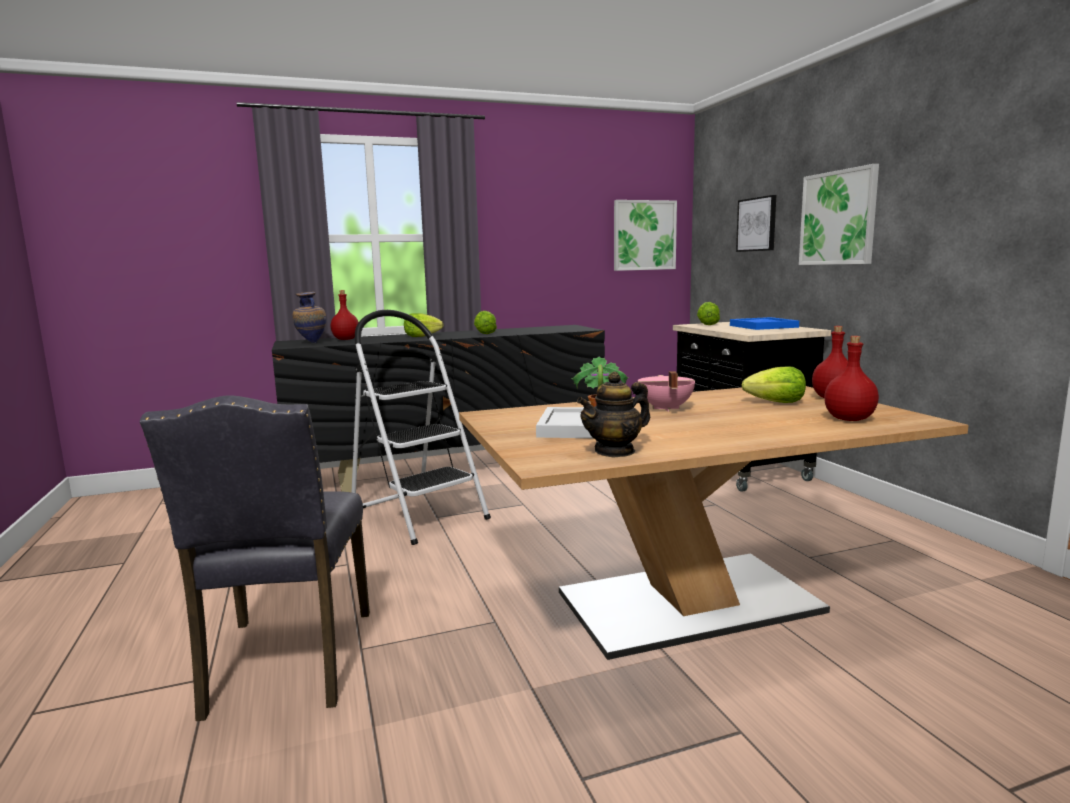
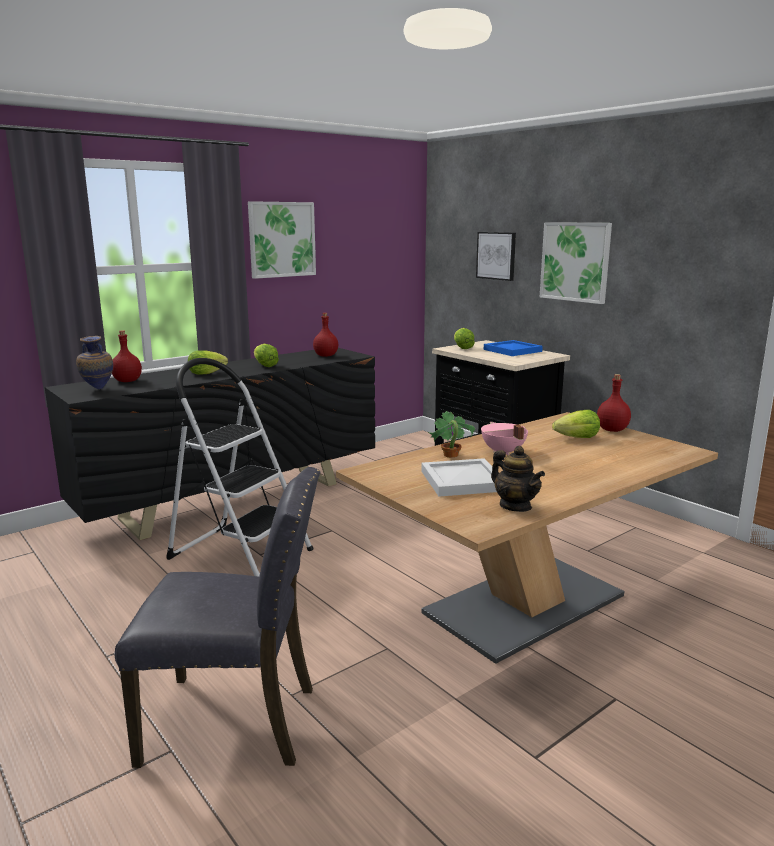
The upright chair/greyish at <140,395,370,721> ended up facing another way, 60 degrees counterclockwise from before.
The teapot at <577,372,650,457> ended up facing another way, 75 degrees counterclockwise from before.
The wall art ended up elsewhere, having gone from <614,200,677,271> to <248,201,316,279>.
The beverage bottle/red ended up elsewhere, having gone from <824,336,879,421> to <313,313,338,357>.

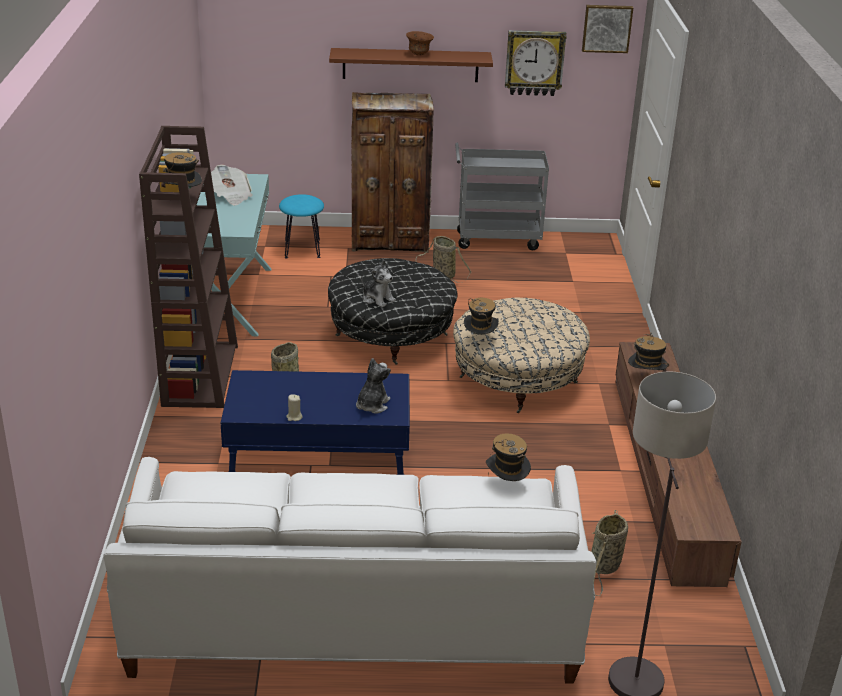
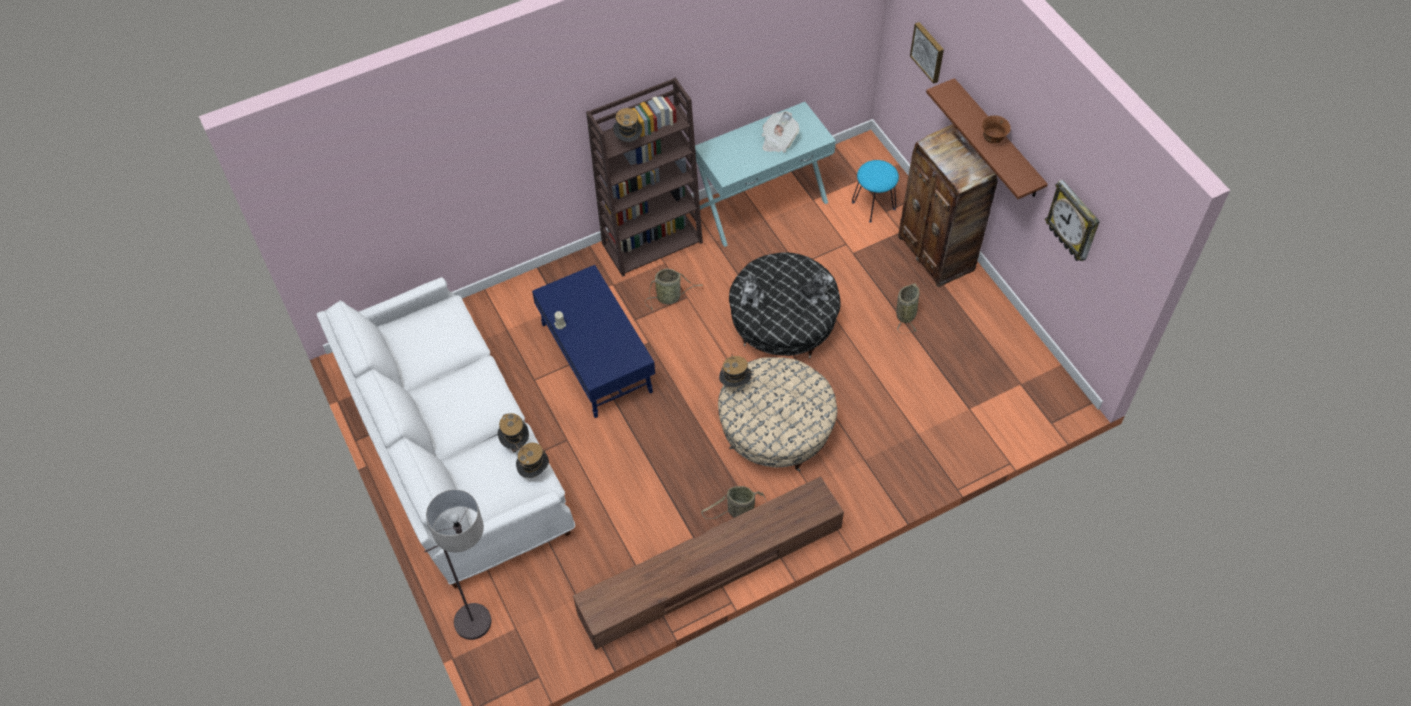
The cuddly toy ended up elsewhere, having gone from <356,358,391,414> to <796,269,833,304>.
The second view lost the trolley/greyish at <455,143,549,250>.
The wall art ended up elsewhere, having gone from <582,5,633,53> to <910,22,944,84>.
The storage basket ended up elsewhere, having gone from <591,510,628,596> to <701,486,767,519>.
The wearable hat ended up elsewhere, having gone from <628,332,669,372> to <498,413,529,452>.

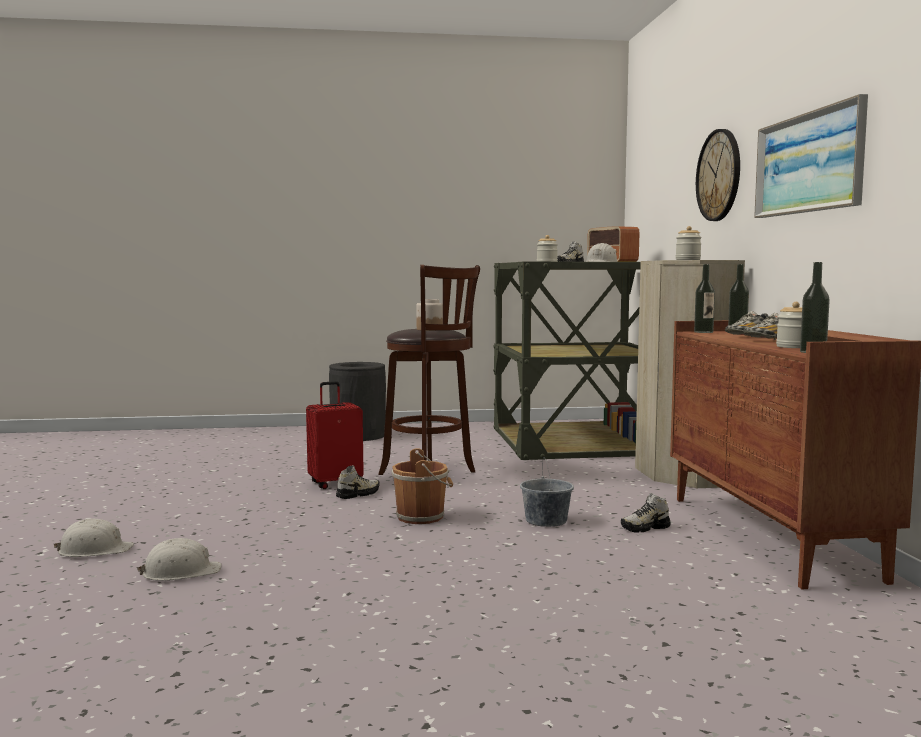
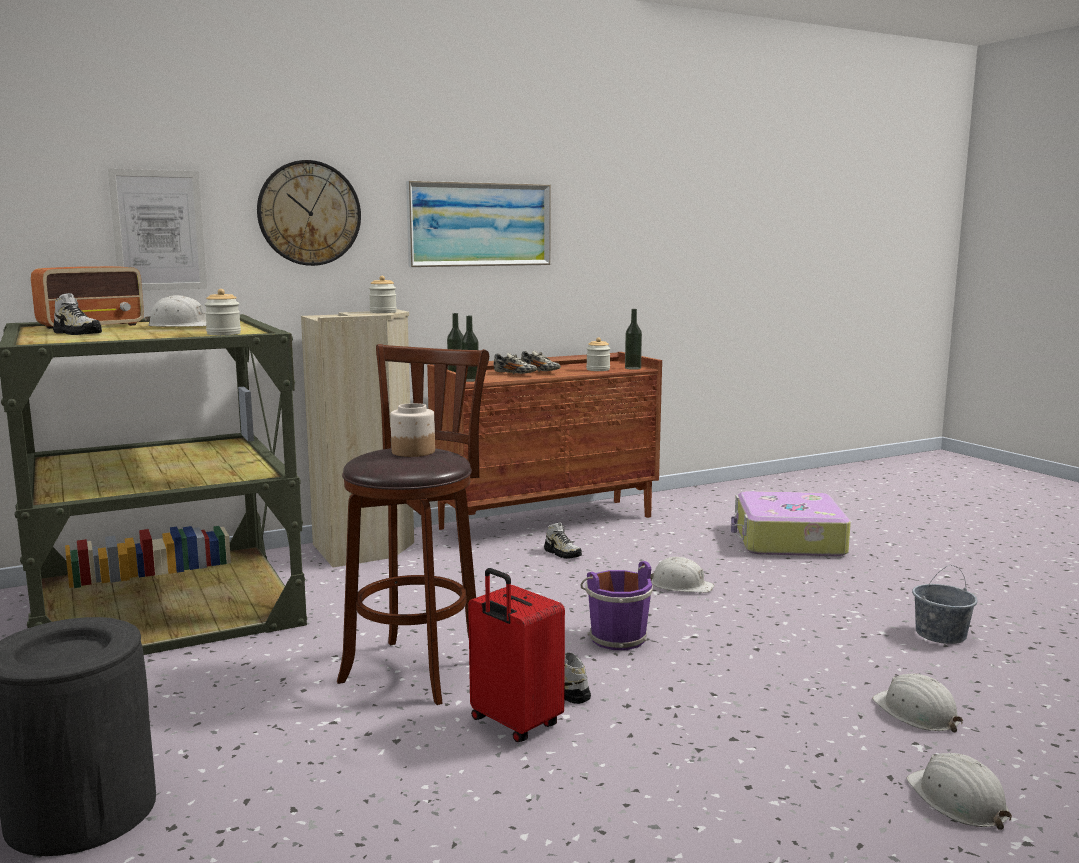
What was the water bucket/brownish at <392,448,453,524> turned into the water bucket/purplish at <580,561,653,650>.
The water bucket/greyish ended up elsewhere, having gone from <520,457,574,527> to <912,565,978,644>.
The second view gained the wall art at <108,169,207,290>.
The second view gained the safety helmet/white-coloured at <650,557,714,593>.
The second view gained the travel case at <731,491,851,556>.

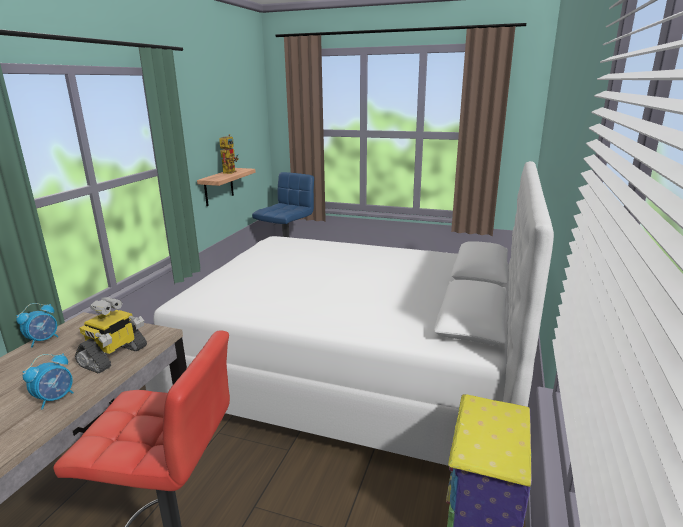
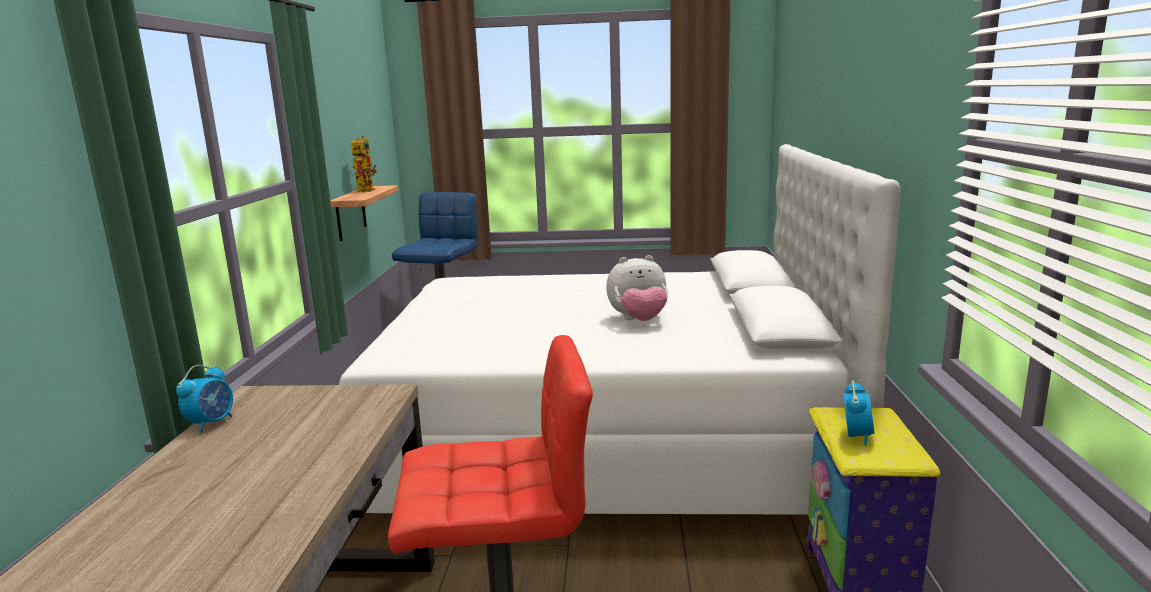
The table clock ended up elsewhere, having gone from <23,354,74,409> to <844,381,874,446>.
The second view lost the toy robot at <75,297,147,373>.
The second view gained the cuddly toy at <606,255,668,321>.

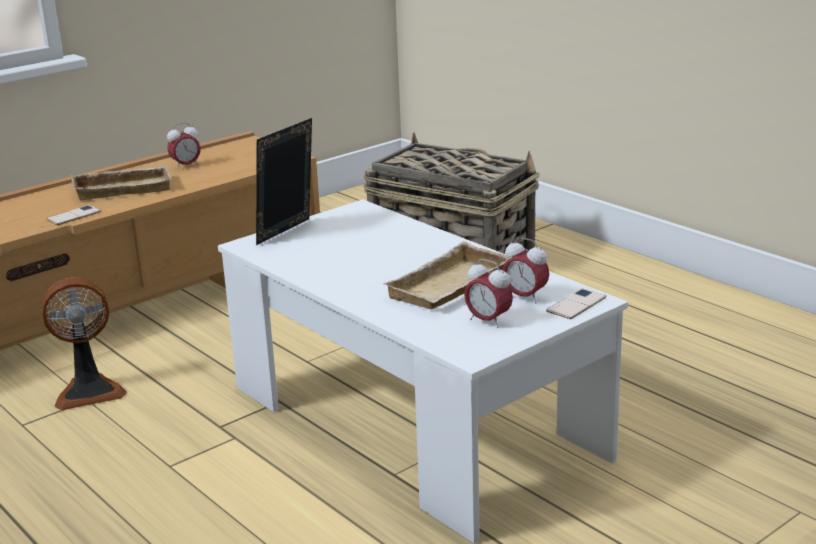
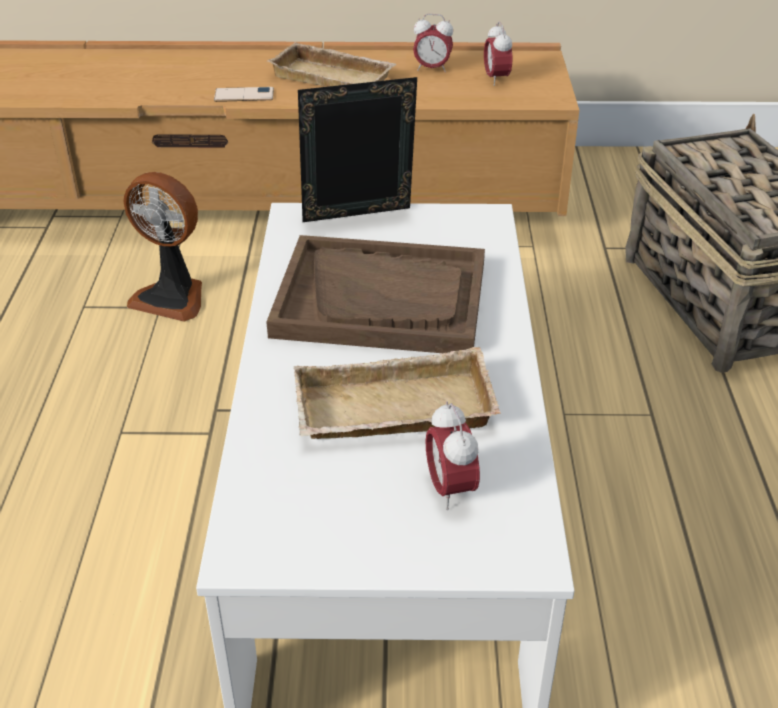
The table clock ended up elsewhere, having gone from <464,259,513,328> to <484,22,512,86>.
The second view lost the telephone at <546,288,606,319>.
The second view gained the tray/brownish at <266,235,485,354>.

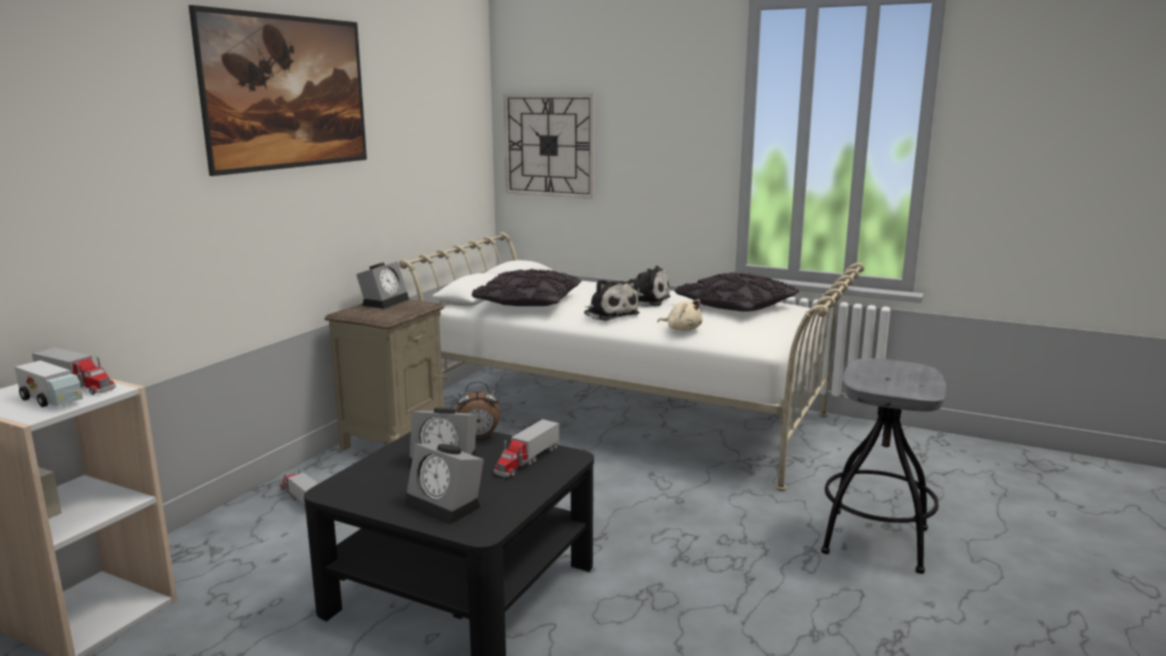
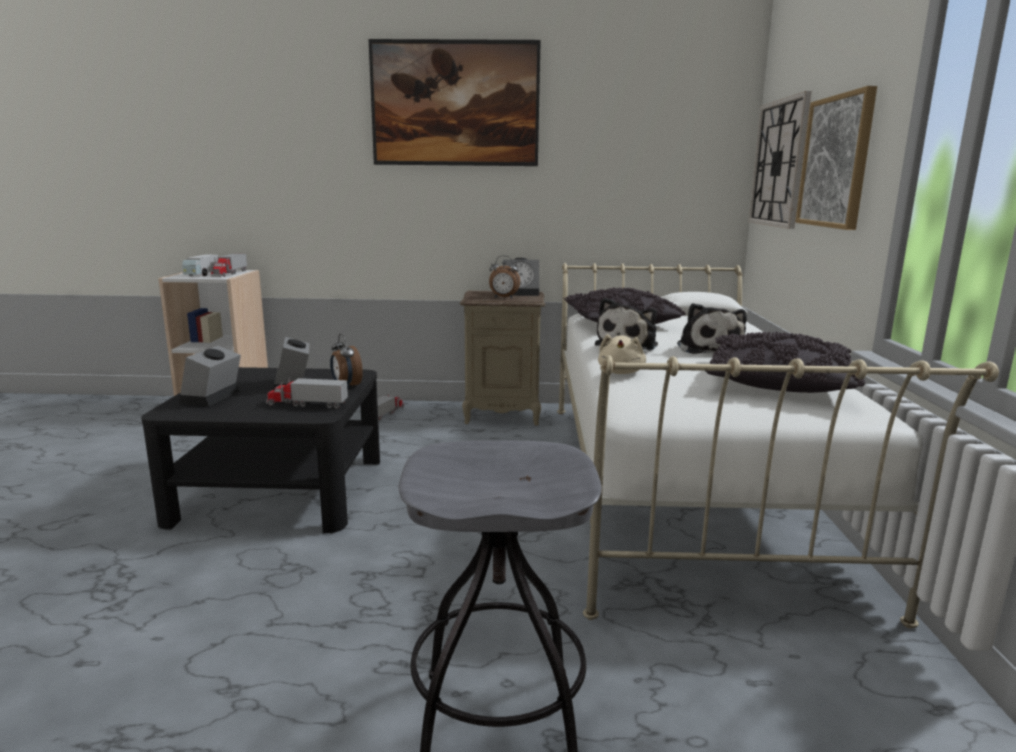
The second view gained the table clock at <489,255,520,298>.
The second view gained the wall art at <796,86,877,230>.

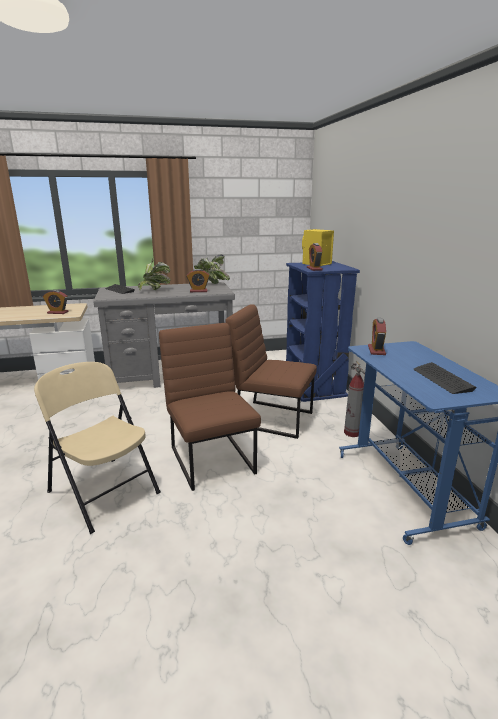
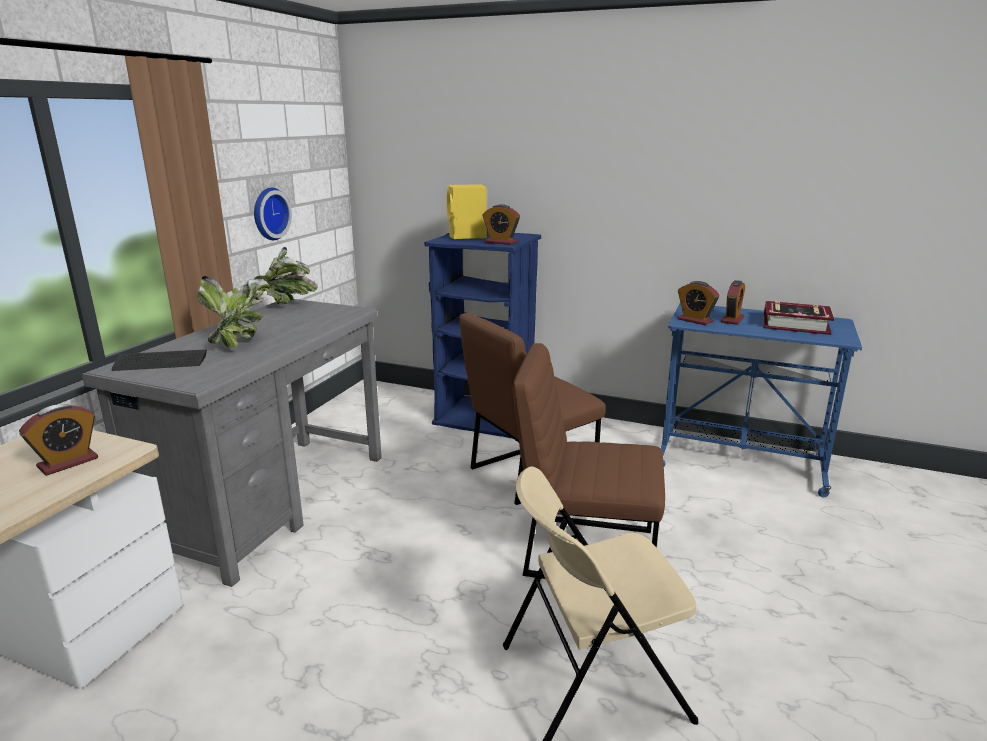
The table clock ended up elsewhere, having gone from <187,269,210,292> to <721,280,745,325>.
The second view lost the fire extinguisher at <344,361,365,437>.
Where the keyboard stood at <413,362,477,394>, the book came to stand at <763,301,834,335>.
The second view gained the wall clock at <254,188,292,240>.

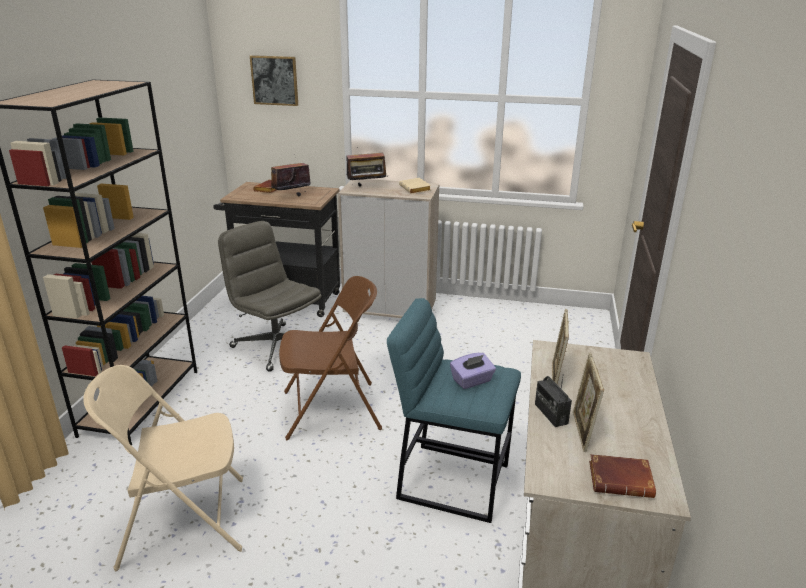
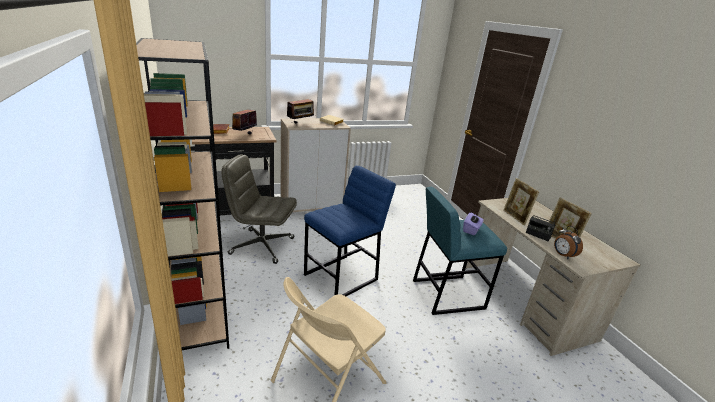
The second view lost the wall art at <250,55,298,106>.
Where the upright chair/brownish stood at <279,276,382,441>, the stool seat/blue-coloured came to stand at <304,166,396,296>.
The second view lost the book/brownish at <589,454,656,498>.
The second view gained the table clock at <554,226,583,259>.

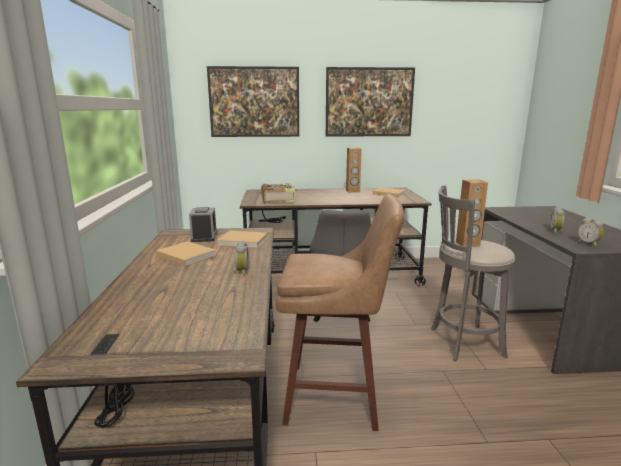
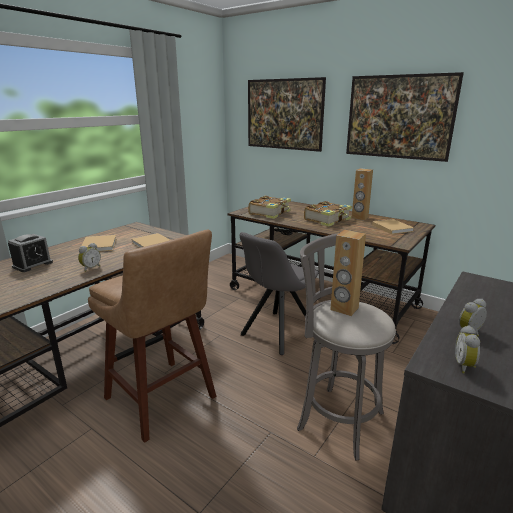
The table clock ended up elsewhere, having gone from <189,207,217,242> to <8,234,53,272>.
The second view gained the book at <304,201,352,227>.

